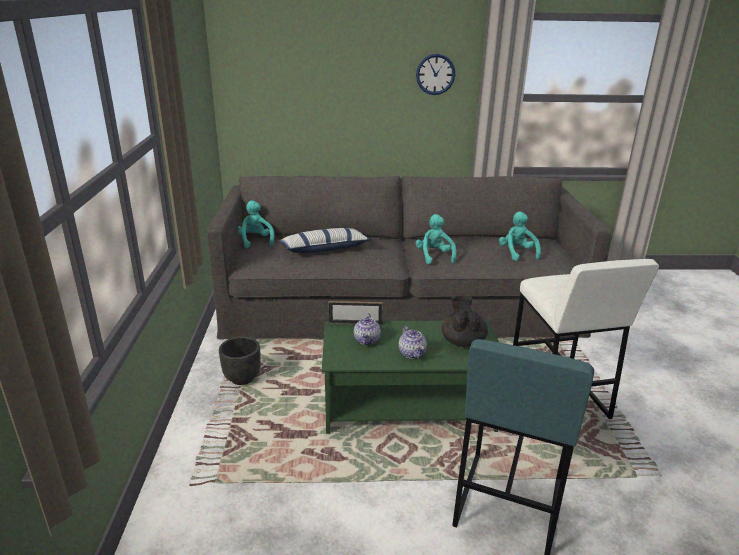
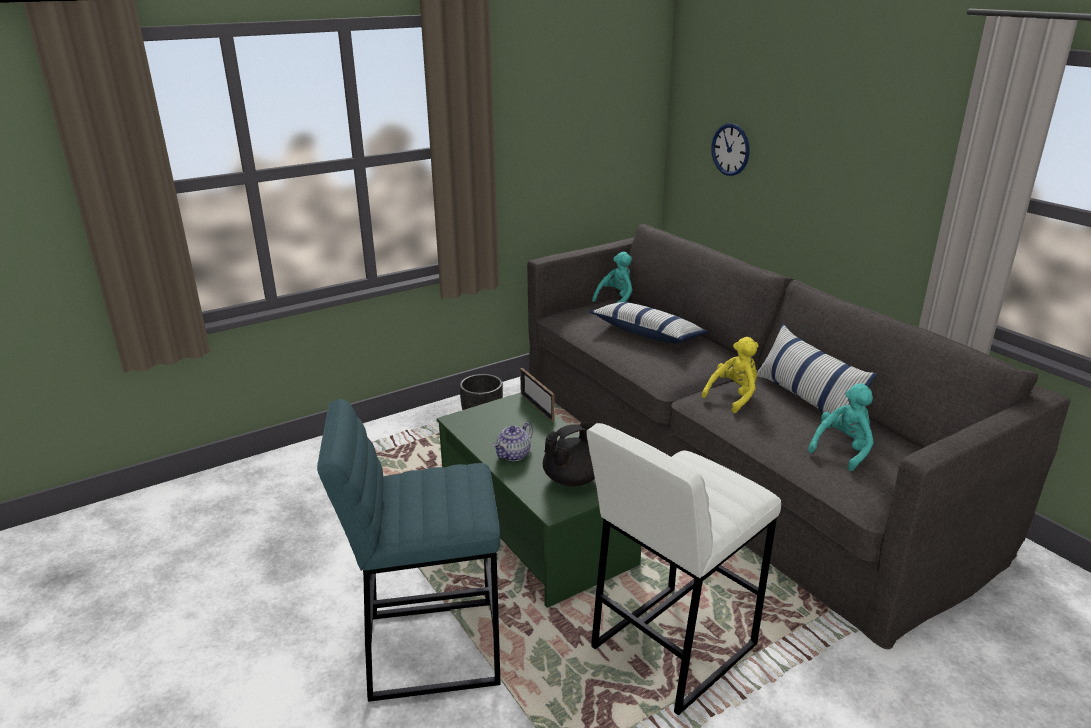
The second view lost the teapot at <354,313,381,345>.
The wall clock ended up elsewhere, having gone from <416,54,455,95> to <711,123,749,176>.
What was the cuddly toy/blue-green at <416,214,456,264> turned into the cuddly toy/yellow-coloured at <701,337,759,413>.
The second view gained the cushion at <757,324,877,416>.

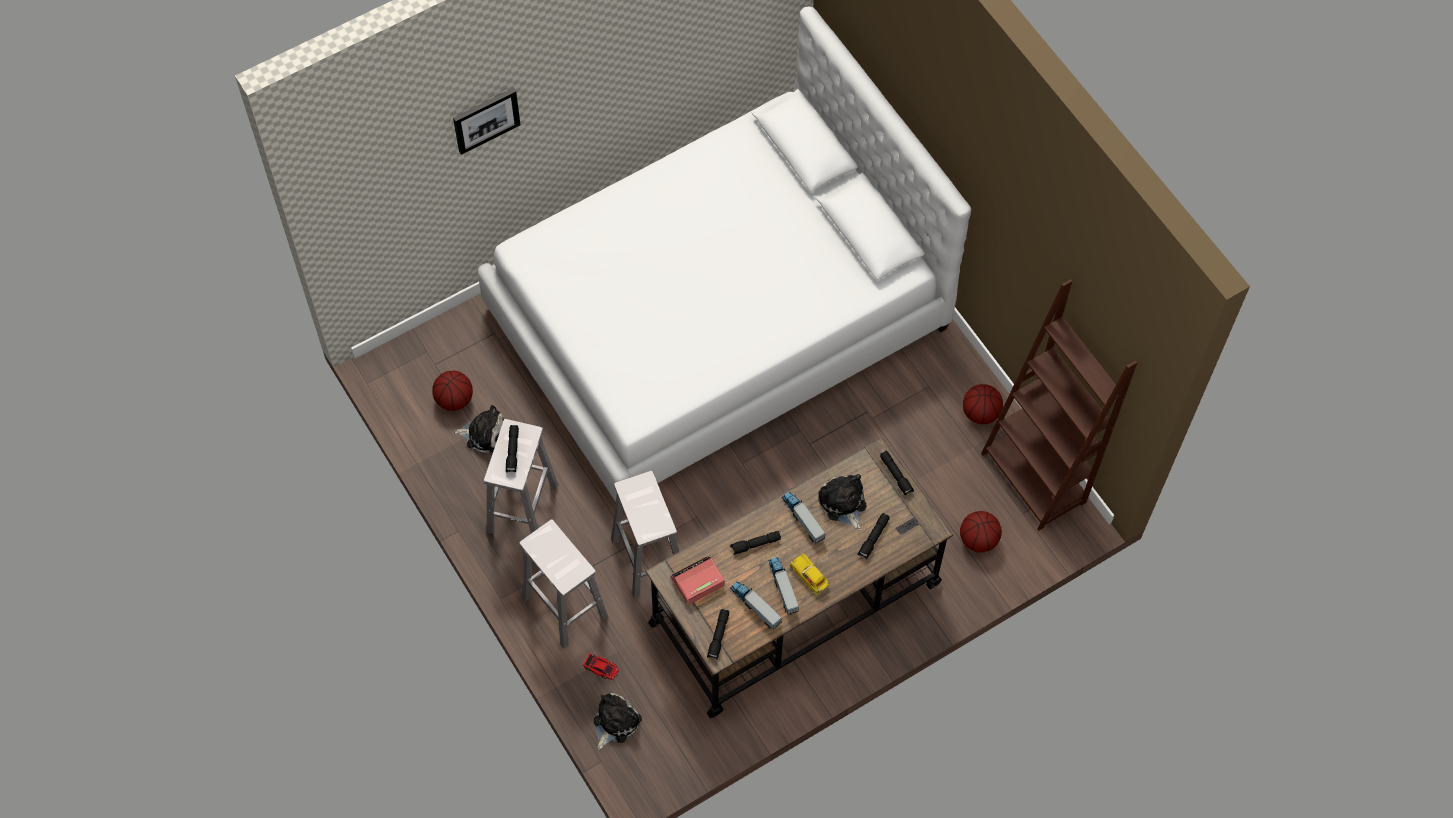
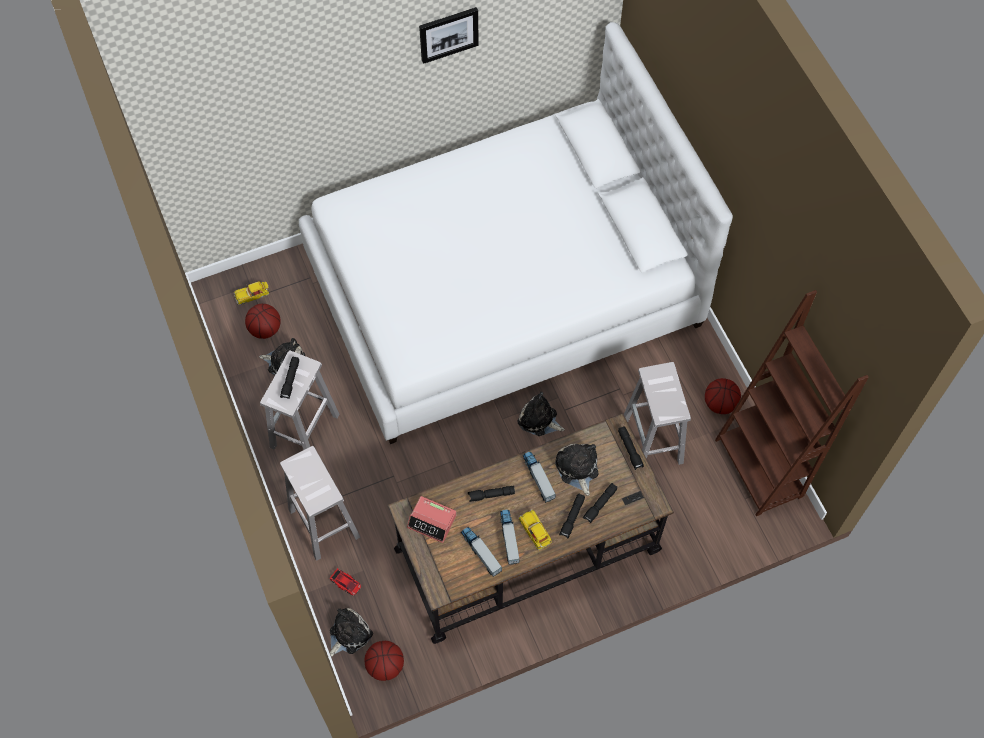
The wall art ended up elsewhere, having gone from <453,88,521,155> to <419,7,479,64>.
The stool seat/white-coloured ended up elsewhere, having gone from <611,471,679,599> to <624,362,691,465>.
The table clock at <670,556,725,605> ended up facing another way, 135 degrees counterclockwise from before.
The hand torch/blackish ended up elsewhere, having gone from <707,609,729,660> to <559,494,585,539>.
The basketball ball ended up elsewhere, having gone from <960,511,1002,553> to <364,641,404,681>.
The second view gained the miniature car at <234,281,269,305>.
The second view gained the cuddly toy at <517,392,565,436>.

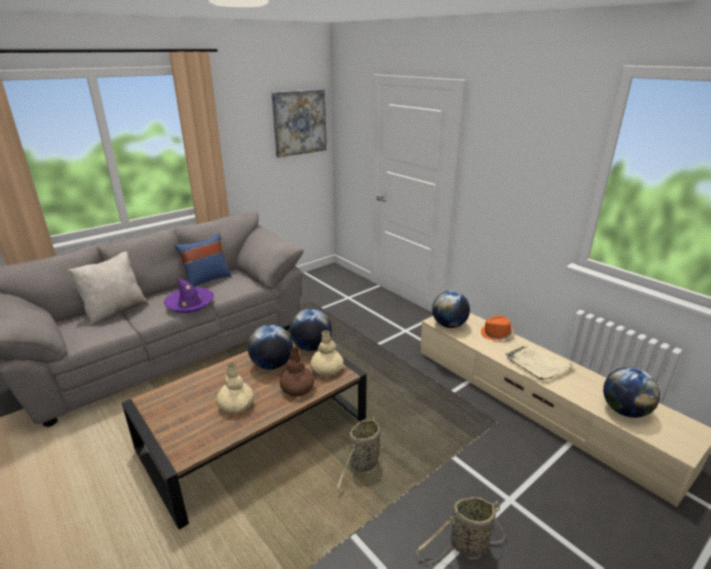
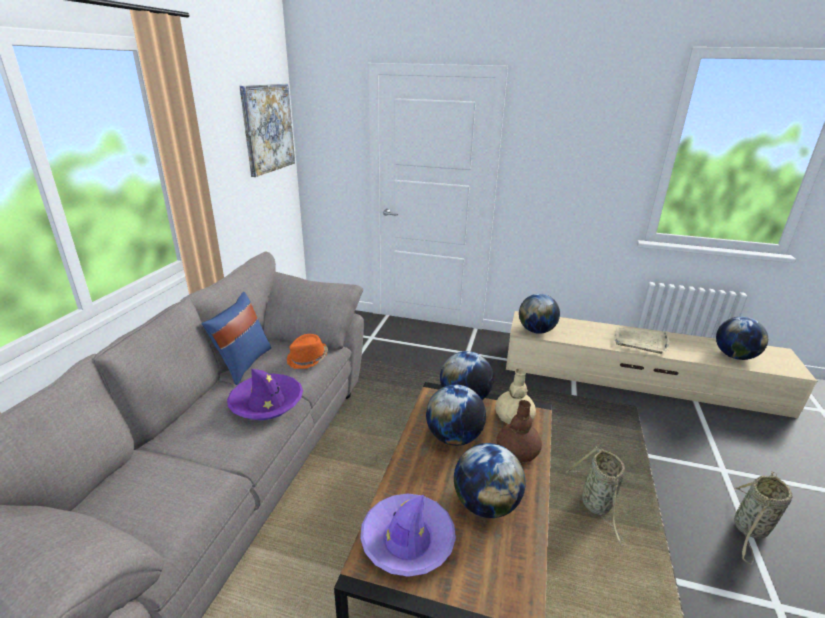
The second view lost the cushion/sand-coloured at <68,251,148,326>.
Where the flower vase/sand-coloured stood at <217,363,254,415>, the globe came to stand at <454,443,526,518>.
The wearable hat/orange-coloured ended up elsewhere, having gone from <481,315,514,341> to <286,334,328,369>.
The second view gained the wearable hat/purplish at <360,494,456,577>.

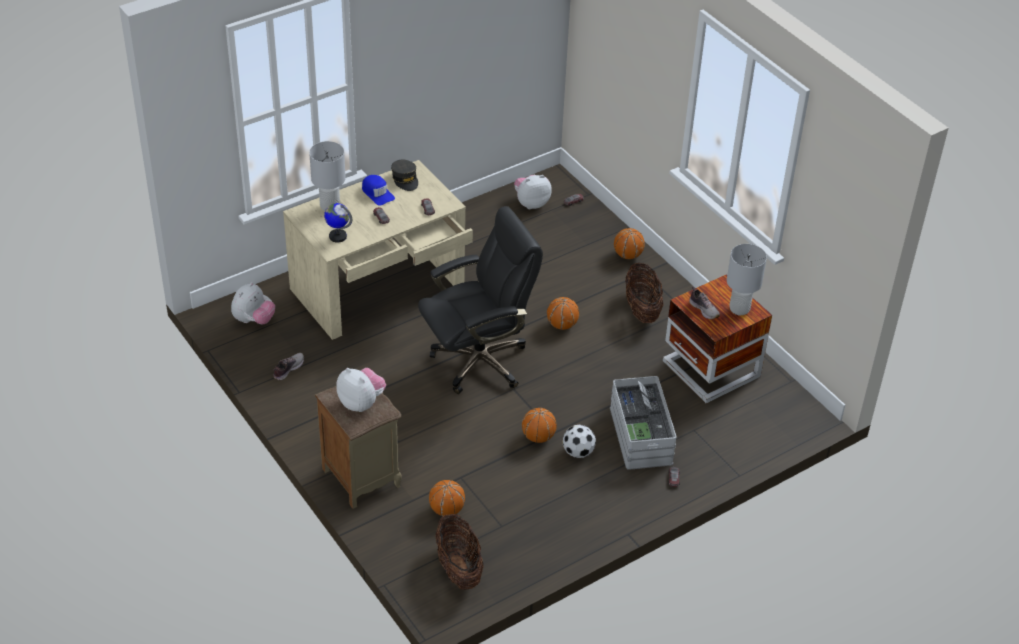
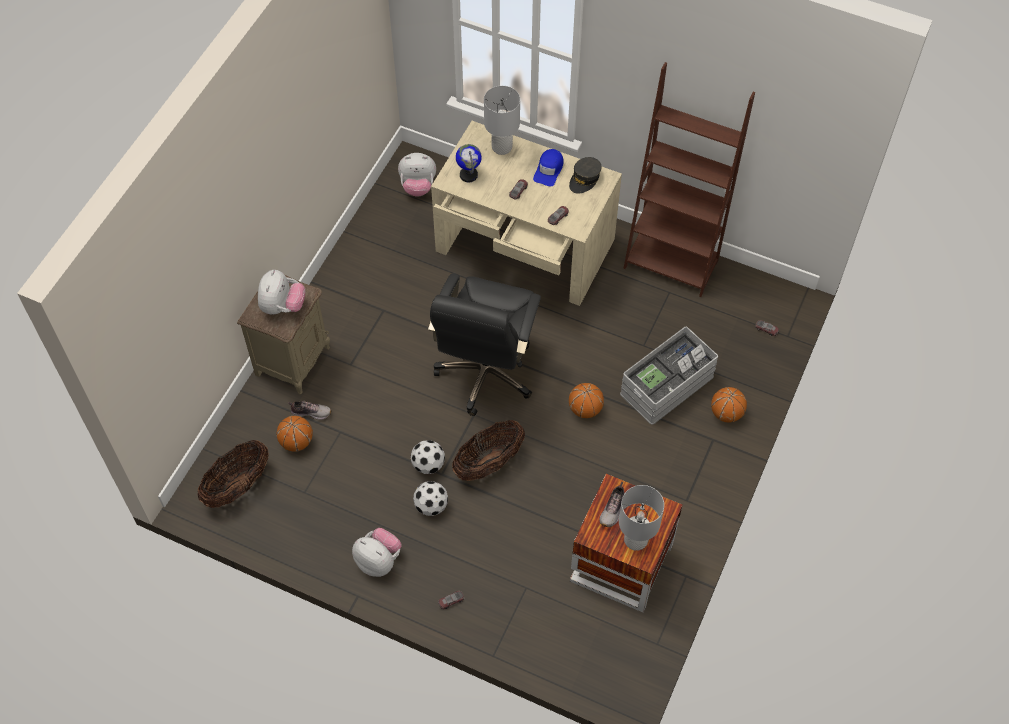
The shoe ended up elsewhere, having gone from <273,353,304,380> to <288,401,331,420>.
The computer chair/blackish at <418,206,543,394> ended up facing another way, 75 degrees clockwise from before.
The cuddly toy ended up elsewhere, having gone from <514,175,552,209> to <352,528,402,577>.
Where the basketball ball stood at <522,408,557,443>, the ball for football came to stand at <411,440,445,474>.
The storage container/greyish ended up elsewhere, having gone from <610,376,676,470> to <620,327,718,425>.
The storage basket ended up elsewhere, having gone from <625,263,663,323> to <452,420,525,481>.
The second view gained the bookcase/brownish at <623,62,755,297>.

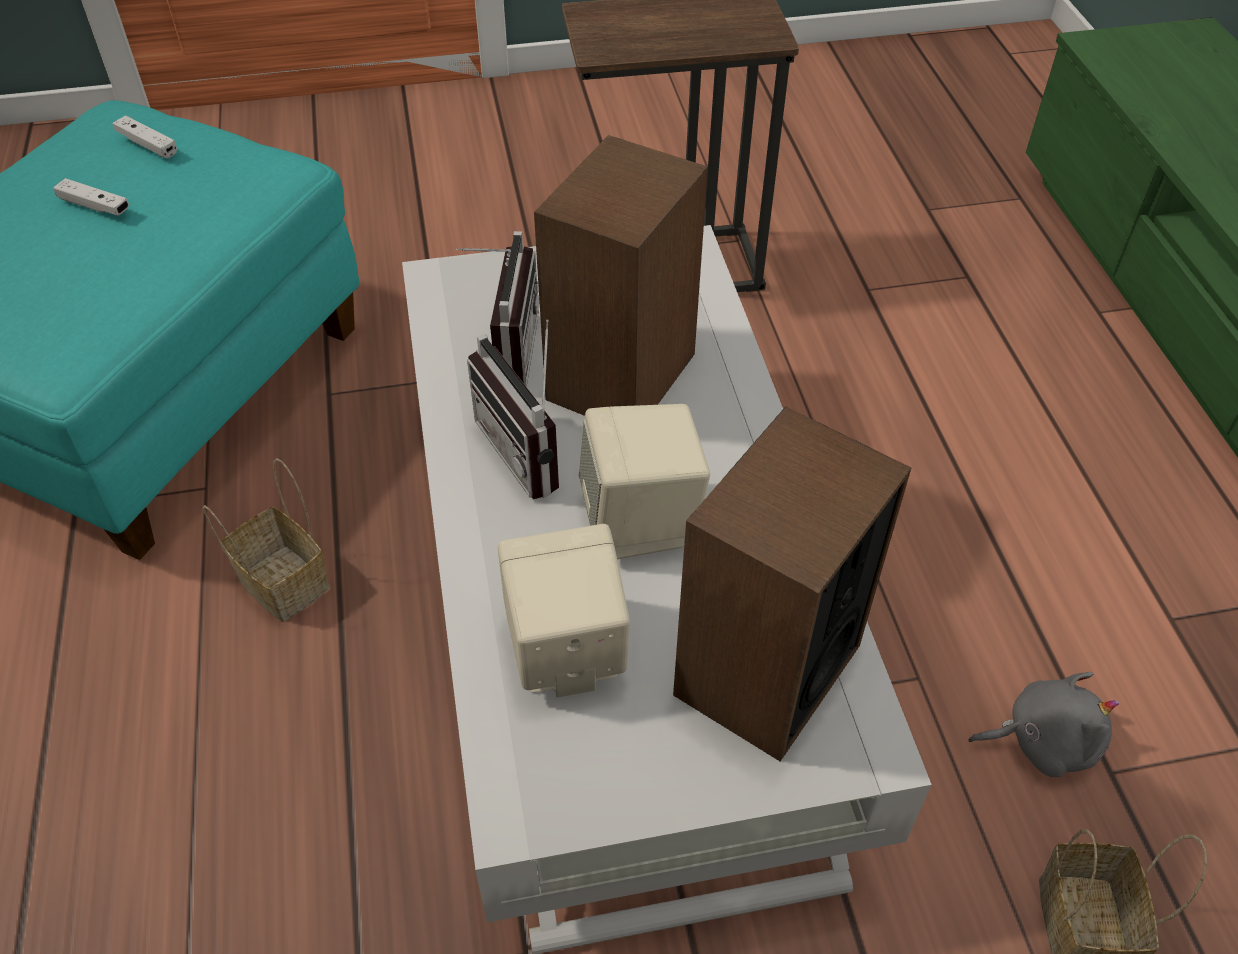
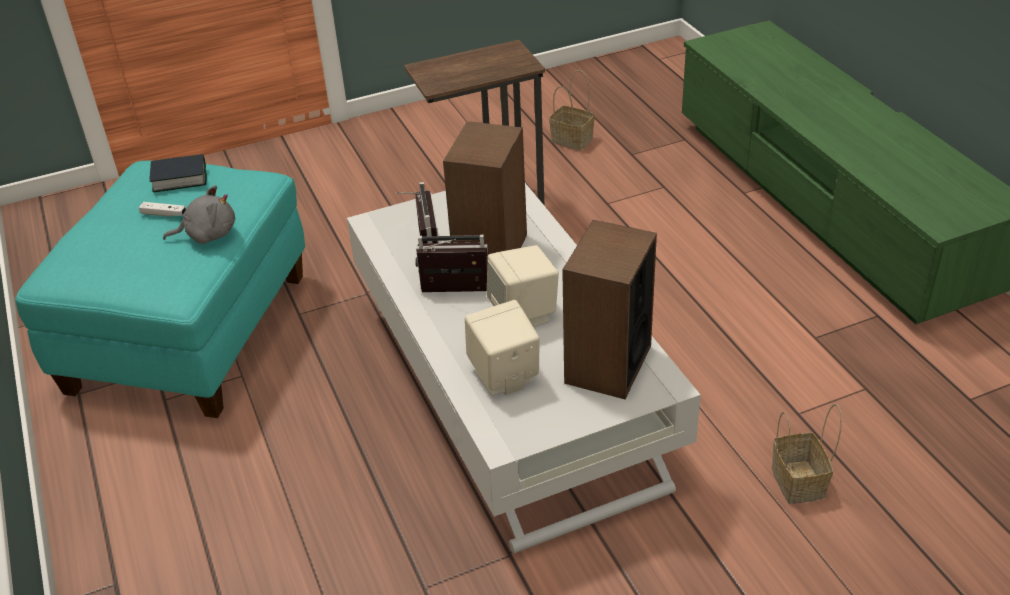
Where the gamepad/white-coloured stood at <112,115,177,159>, the book came to stand at <150,154,207,192>.
The storage basket ended up elsewhere, having gone from <203,458,329,622> to <549,70,595,150>.
The radio receiver at <467,319,559,499> ended up facing another way, 135 degrees clockwise from before.
The cuddly toy/greyish ended up elsewhere, having gone from <968,672,1119,777> to <163,185,235,244>.

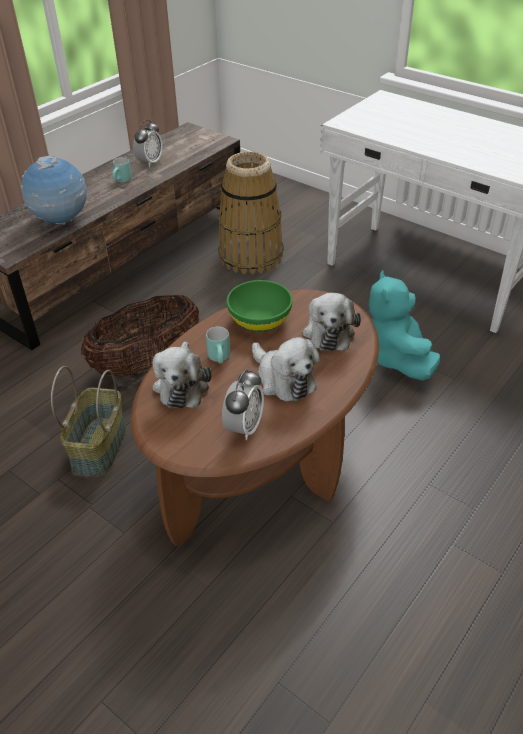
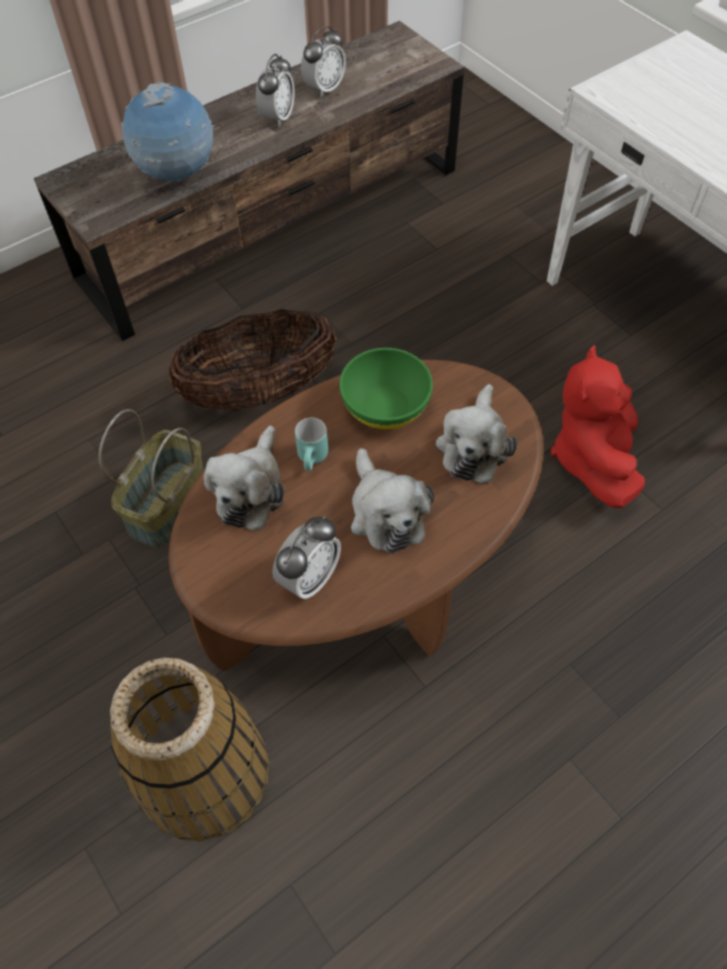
Where the tea mug/blue-green stood at <112,157,132,183>, the table clock came to stand at <256,54,295,127>.
The storage basket ended up elsewhere, having gone from <218,152,283,274> to <110,658,269,841>.
What was the cuddly toy/blue-green at <369,270,440,381> turned into the cuddly toy/red at <551,345,645,508>.

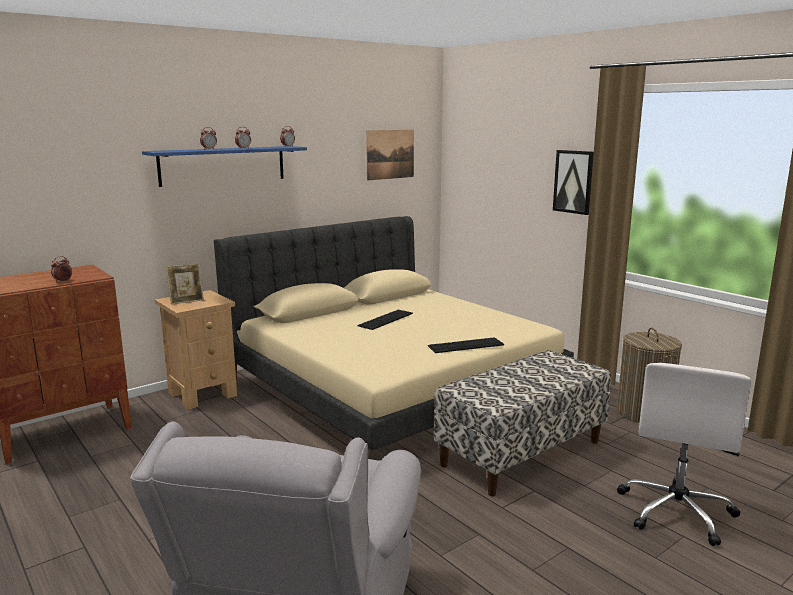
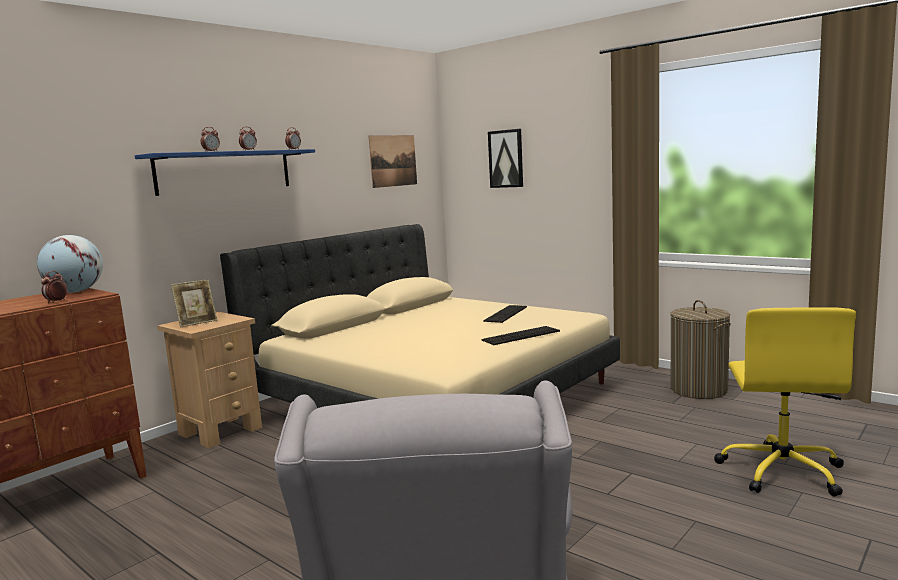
The keyboard ended up elsewhere, having gone from <357,310,413,330> to <483,305,527,323>.
The second view lost the indoor bench at <434,350,611,496>.
The wall art ended up elsewhere, having gone from <553,150,594,215> to <488,129,523,188>.
What was the computer chair/white-coloured at <617,363,751,546> turned into the computer chair/yellow-coloured at <714,307,856,497>.
The second view gained the globe at <37,235,103,293>.

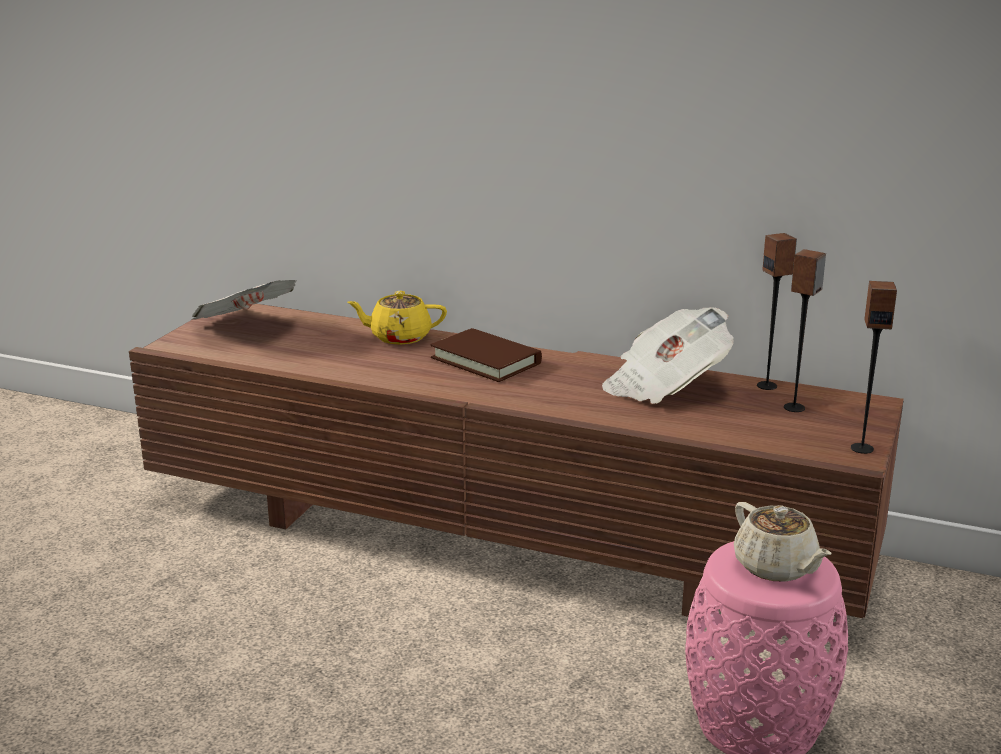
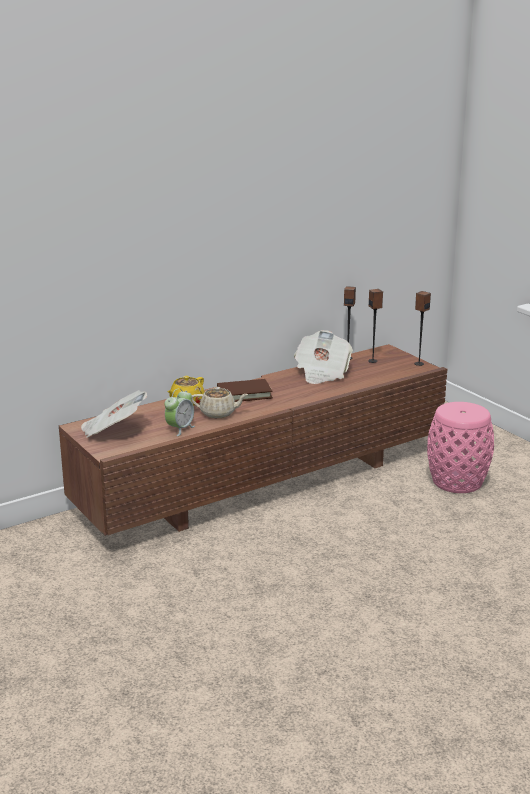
The teapot/sand-coloured ended up elsewhere, having gone from <734,502,832,582> to <191,387,248,418>.
The second view gained the table clock at <164,388,195,436>.

